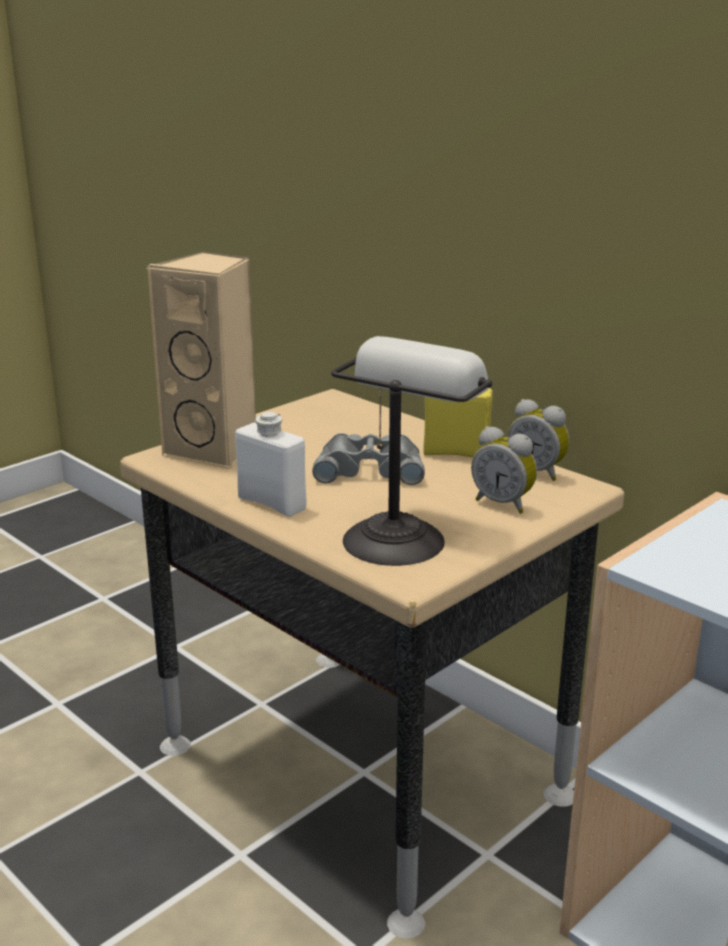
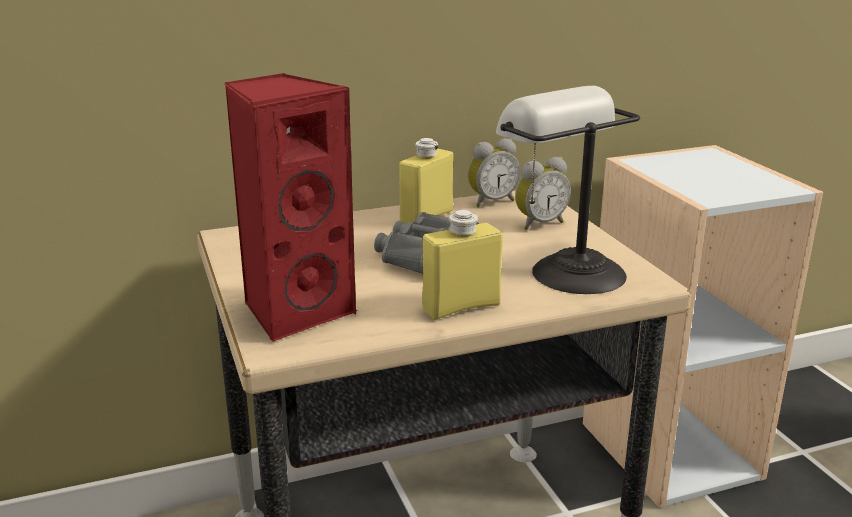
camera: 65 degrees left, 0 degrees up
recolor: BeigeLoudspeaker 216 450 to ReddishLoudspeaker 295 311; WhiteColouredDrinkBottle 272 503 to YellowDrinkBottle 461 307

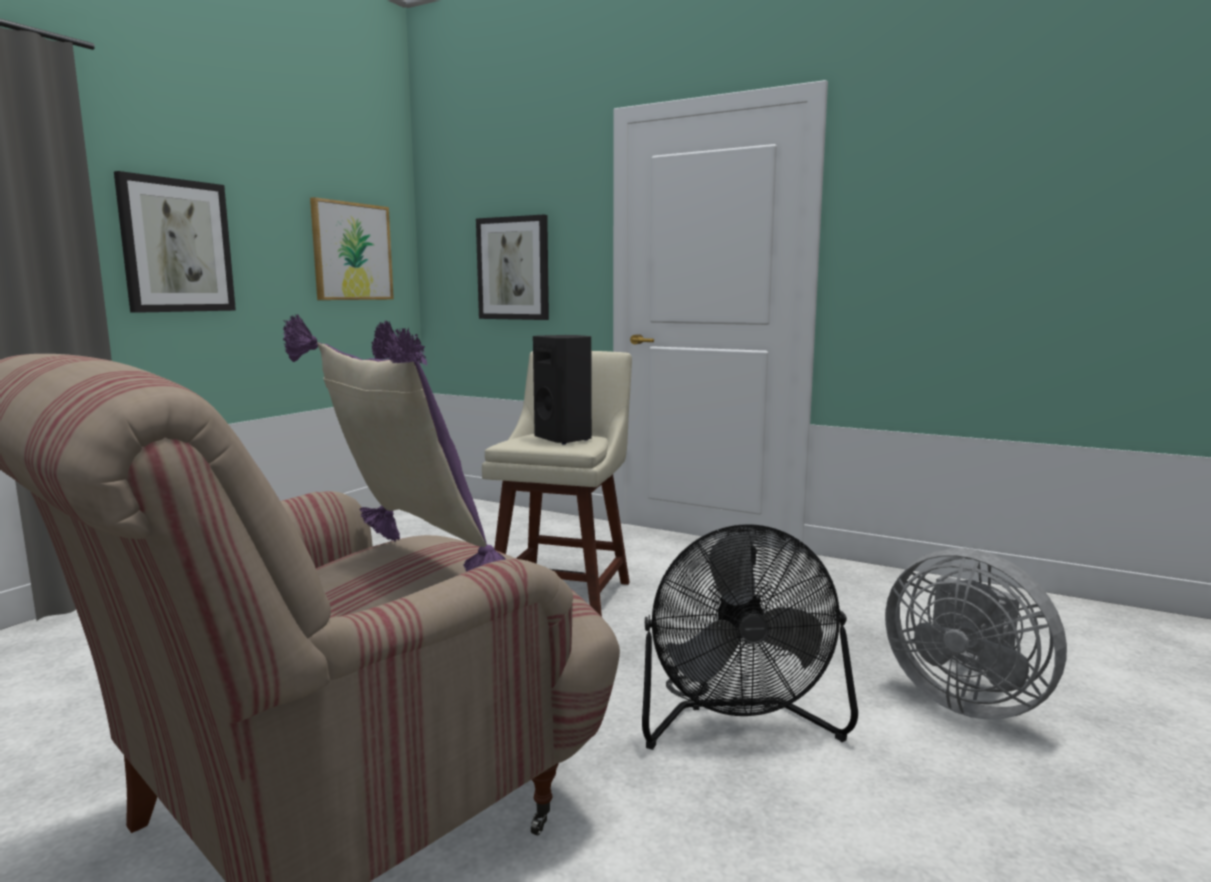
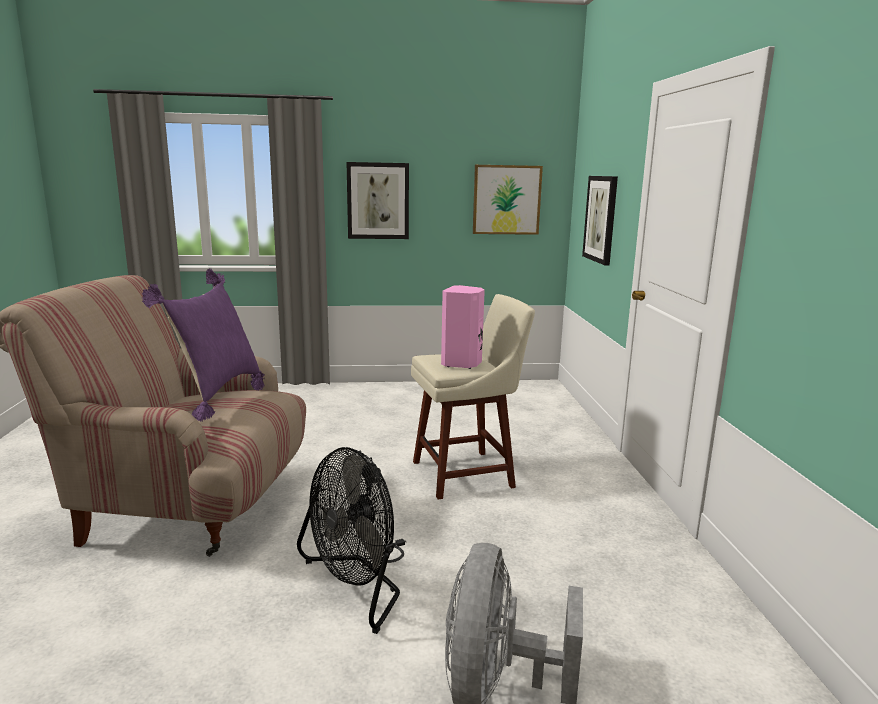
camera: 55 degrees right, 5 degrees up
recolor: BlackLoudspeaker 565 439 to PinkishLoudspeaker 462 364

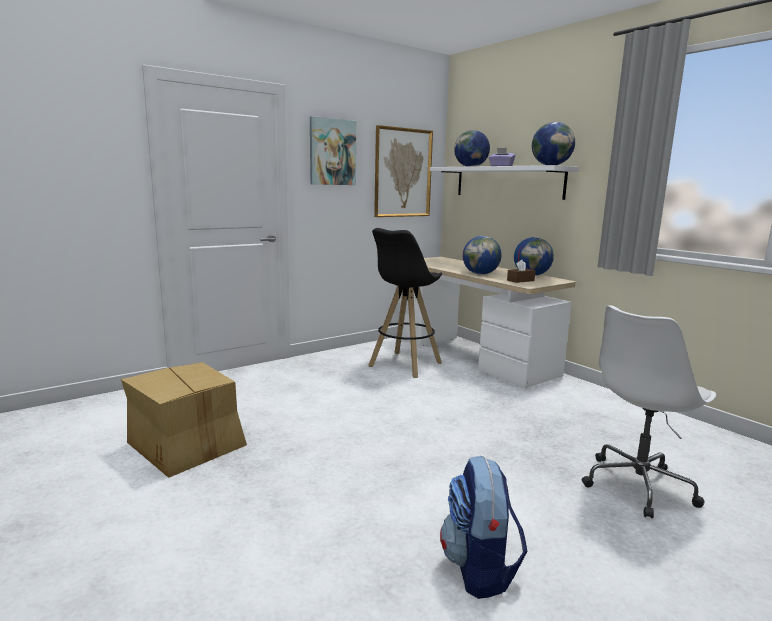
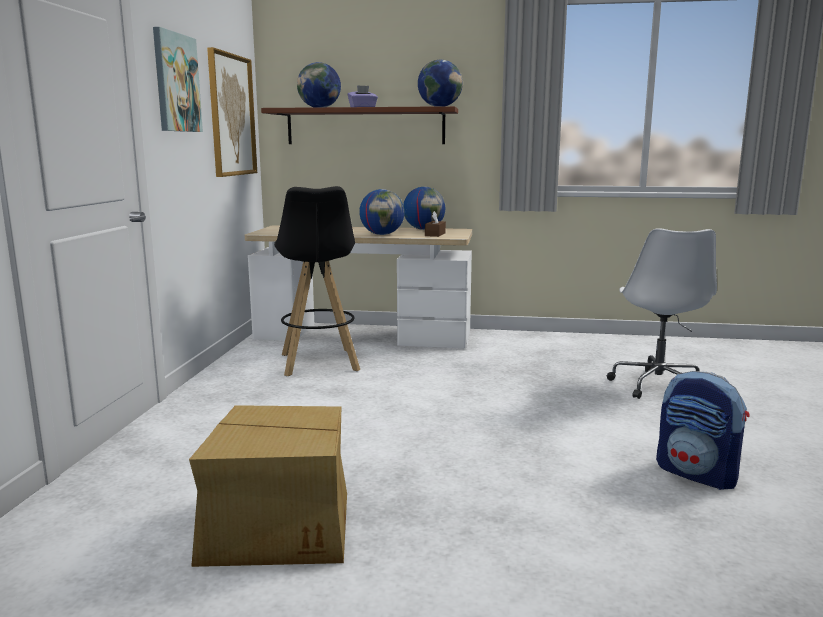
camera: 45 degrees left, 0 degrees up
recolor: WhiteColouredWallShelf 507 182 to BrownWallShelf 365 126

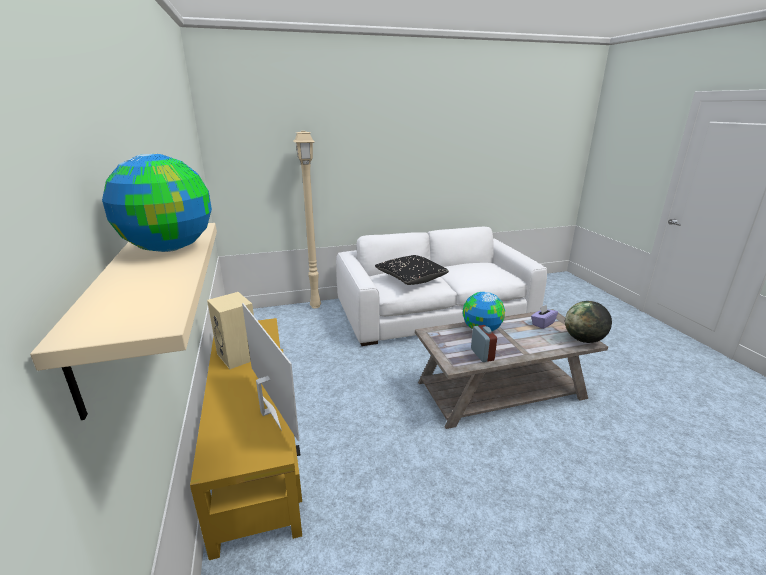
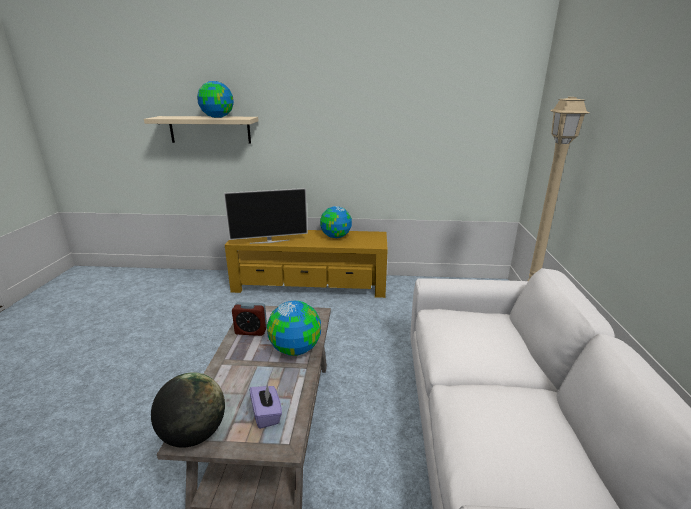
camera: 110 degrees right, 0 degrees up
delete: BlackThrowPillow 411 278
replace: BeigeLoudspeaker 239 356 to WorldGlobe 336 237

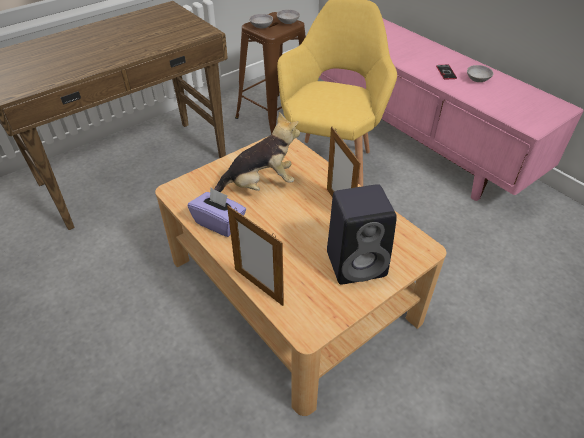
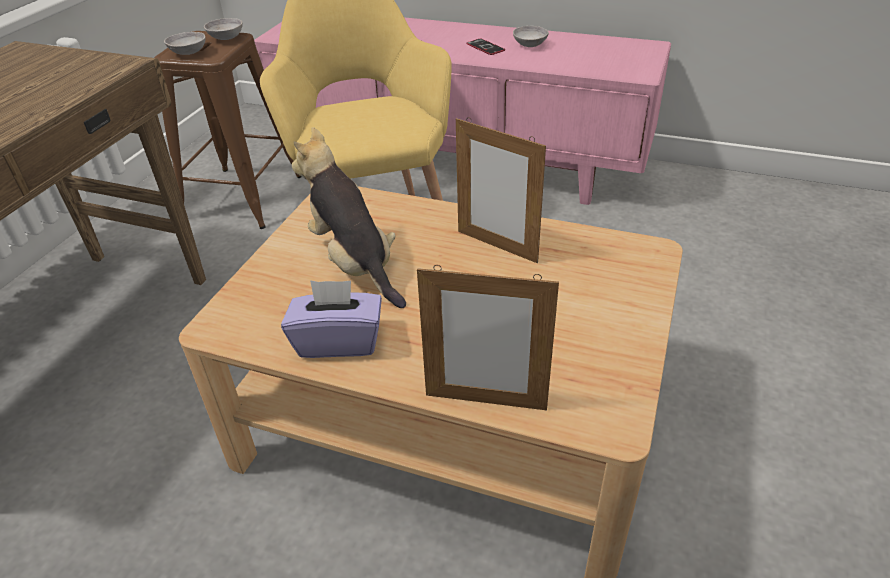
camera: 30 degrees left, 5 degrees down
delete: BlackLoudspeaker 358 263
rotate: PlushToy 260 185 = 355 263 75 degrees counterclockwise

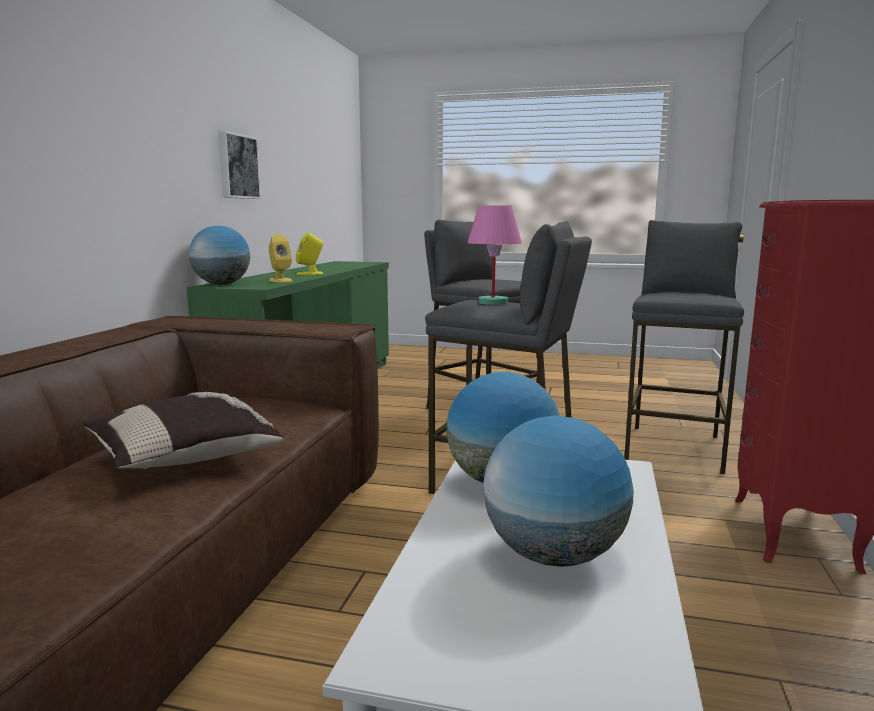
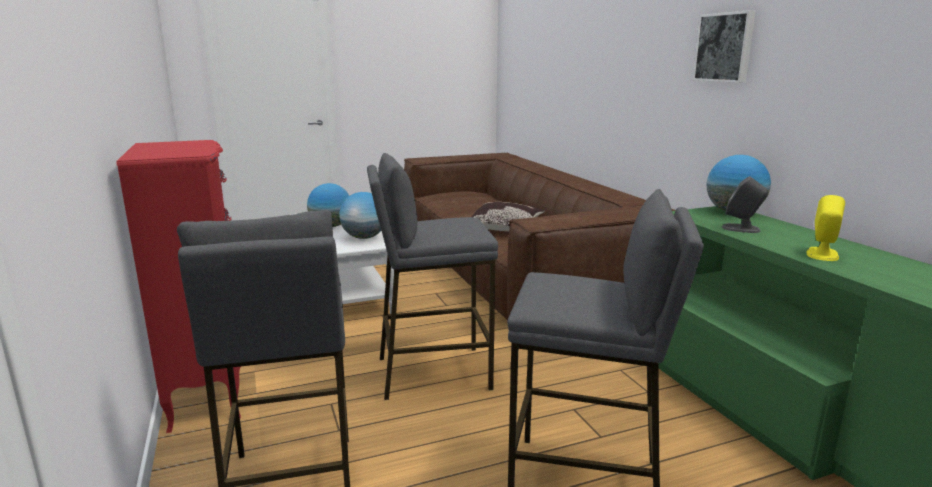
camera: 145 degrees right, 5 degrees up
delete: PinkishTabletopLamp 493 302
move: Picture 237 166 to 725 47
recolor: YellowLoudspeaker 280 280 to GreyishLoudspeaker 741 229

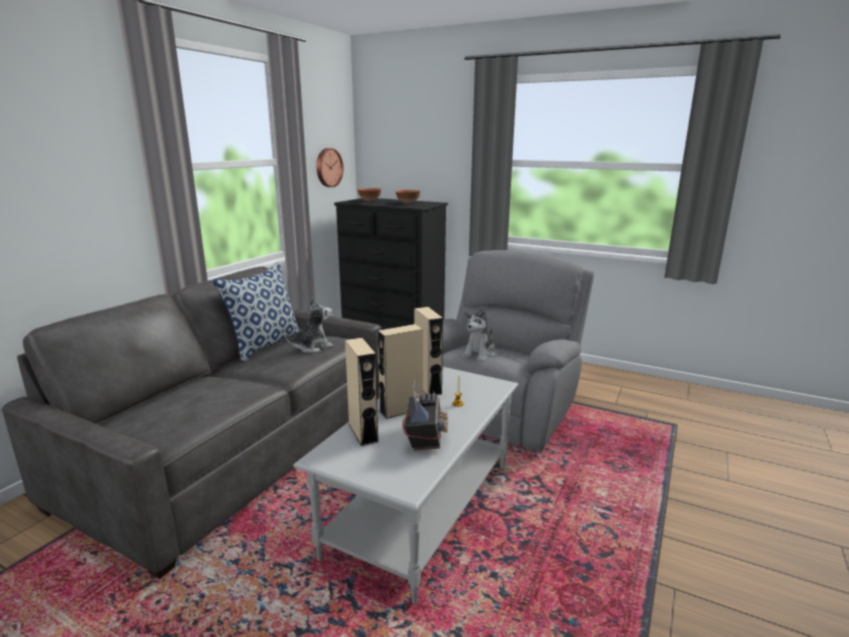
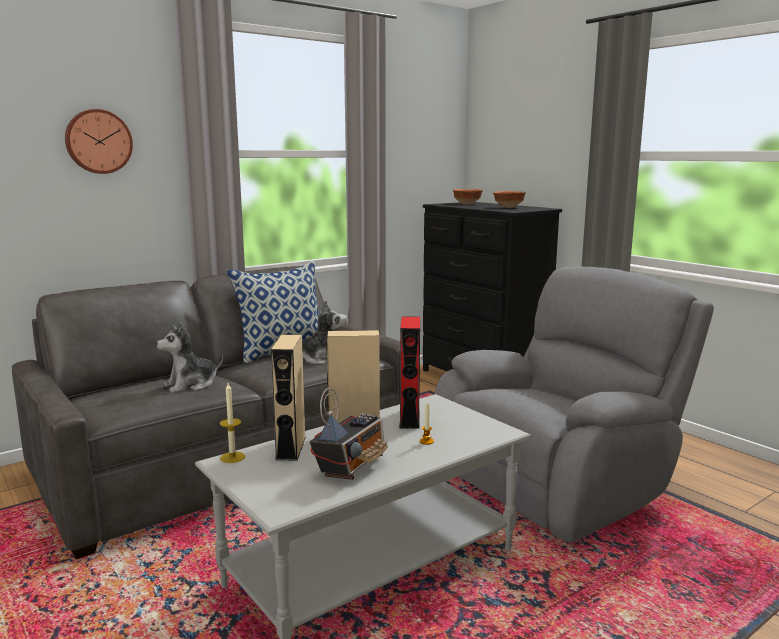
camera: 25 degrees right, 5 degrees down
insert: WaxCandle 232 457
move: WallClock 328 167 to 98 141; PlushToy 480 353 to 191 385
recolor: BeigeLoudspeaker 427 387 to ReddishLoudspeaker 409 419

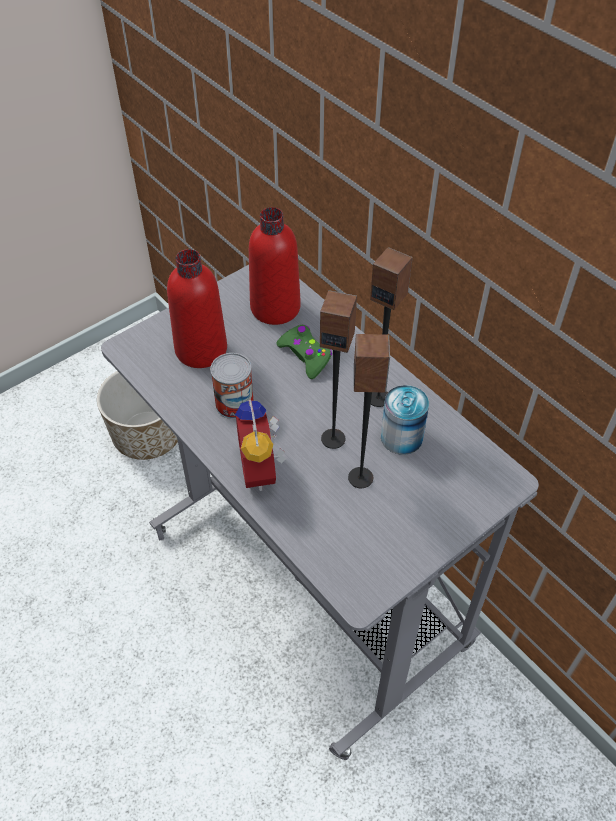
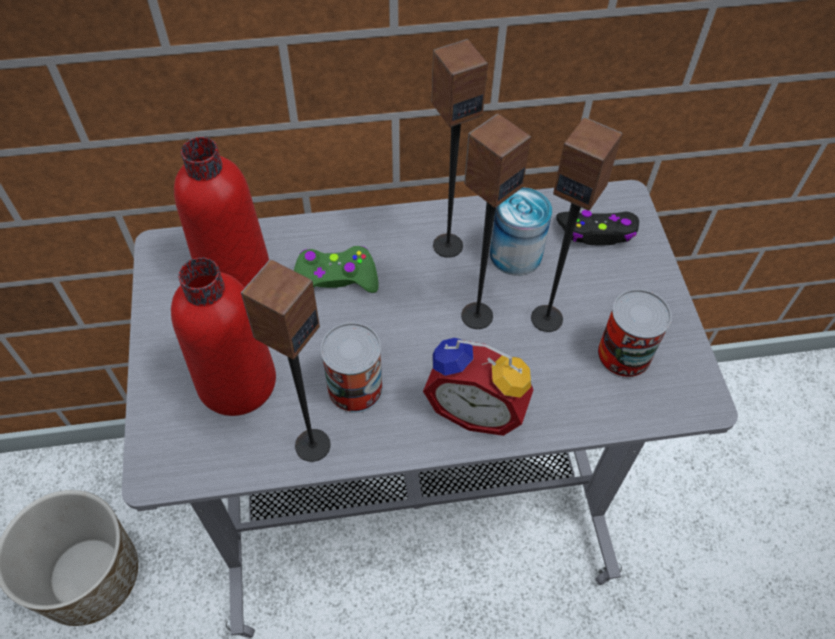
camera: 60 degrees left, 5 degrees up
insert: Loudspeaker 312 445; BlackJoypad 597 232; SealedCan 624 354

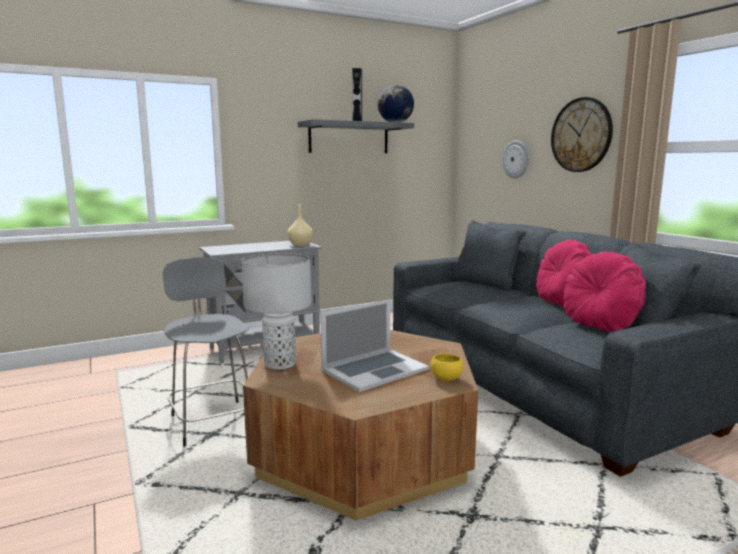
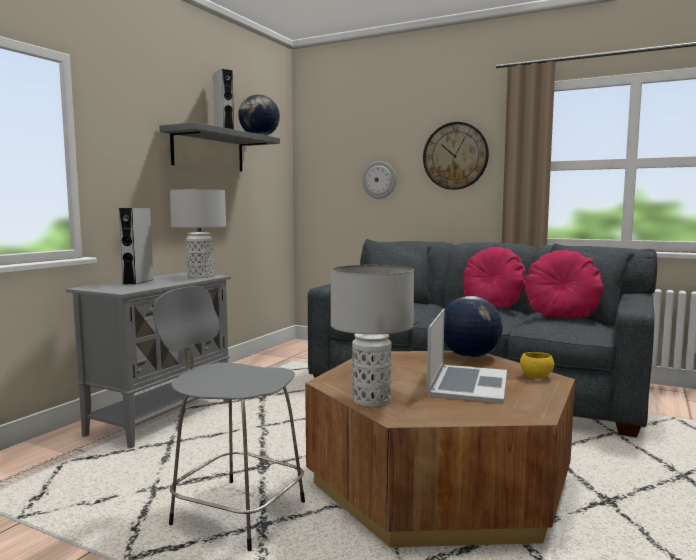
camera: 35 degrees left, 5 degrees down
insert: GreyishLoudspeaker 138 282; WorldGlobe 470 356
replace: BeigeFlowerVase 300 245 to WhiteColouredTabletopLamp 200 276

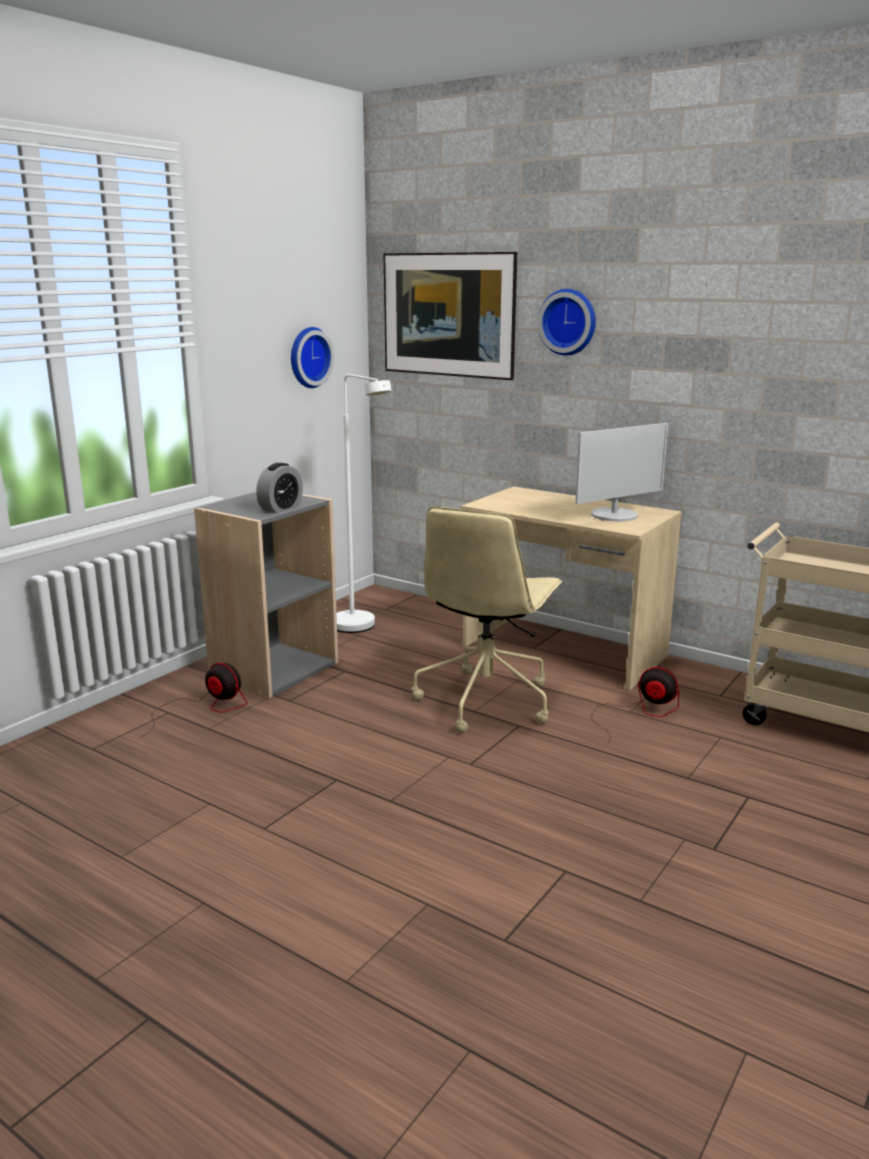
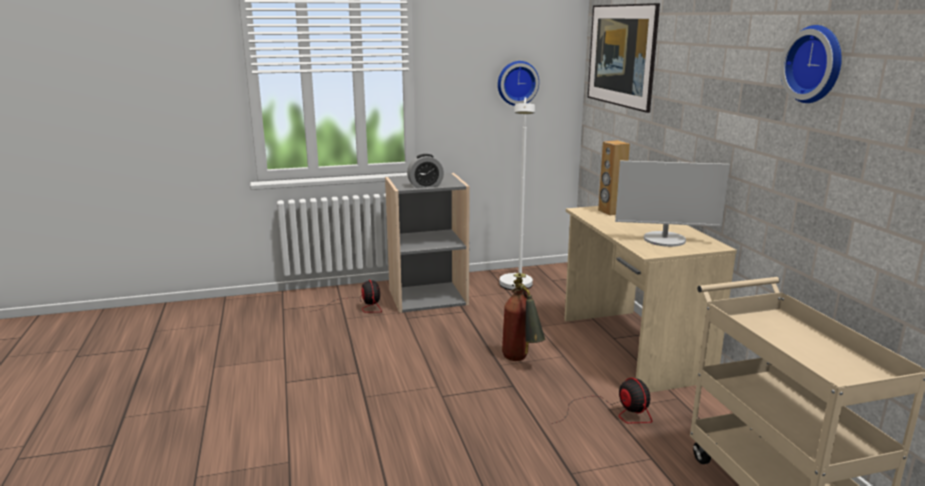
camera: 40 degrees right, 0 degrees up
insert: BrownLoudspeaker 610 212
move: WallClock 568 322 to 816 64
replace: BeigeComputerChair 487 699 to FireFightingCylinder 521 360

